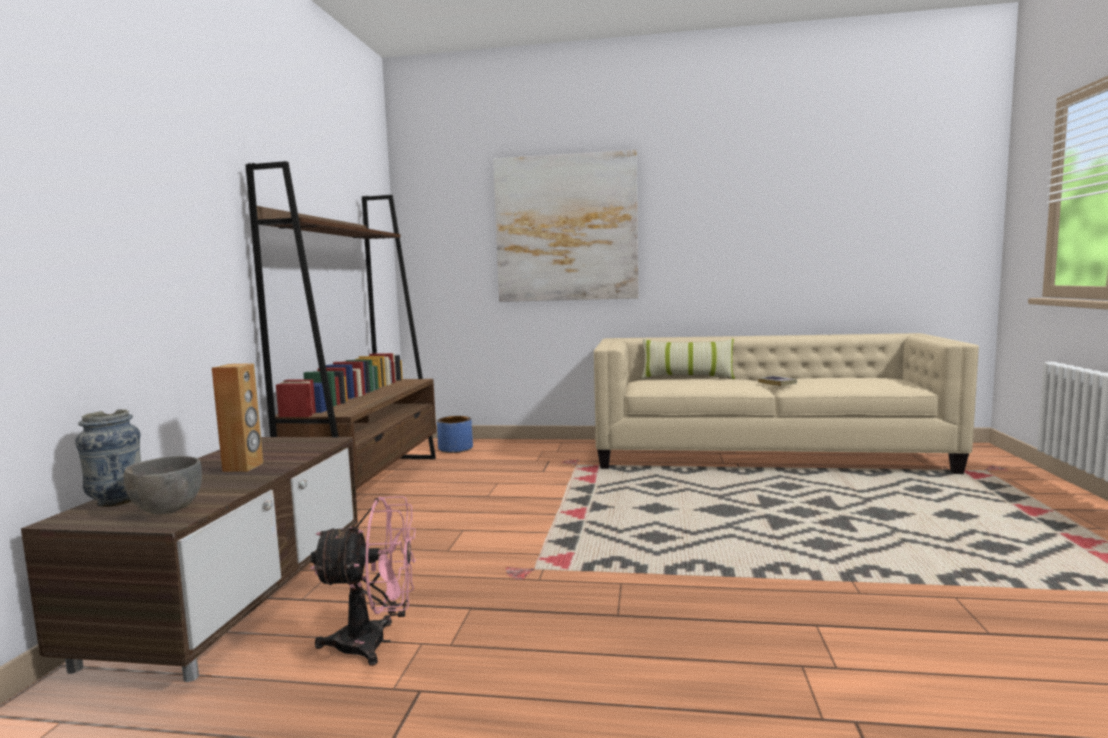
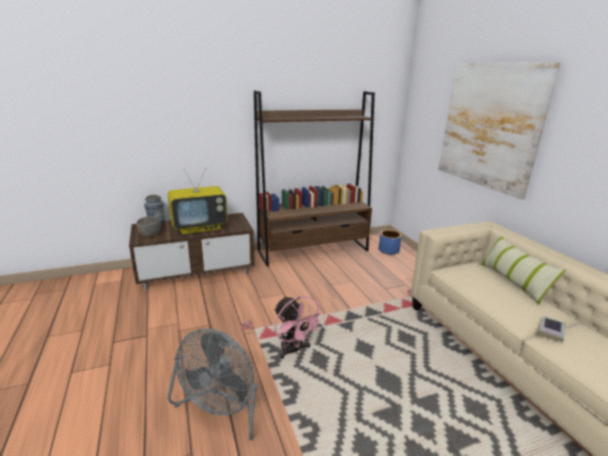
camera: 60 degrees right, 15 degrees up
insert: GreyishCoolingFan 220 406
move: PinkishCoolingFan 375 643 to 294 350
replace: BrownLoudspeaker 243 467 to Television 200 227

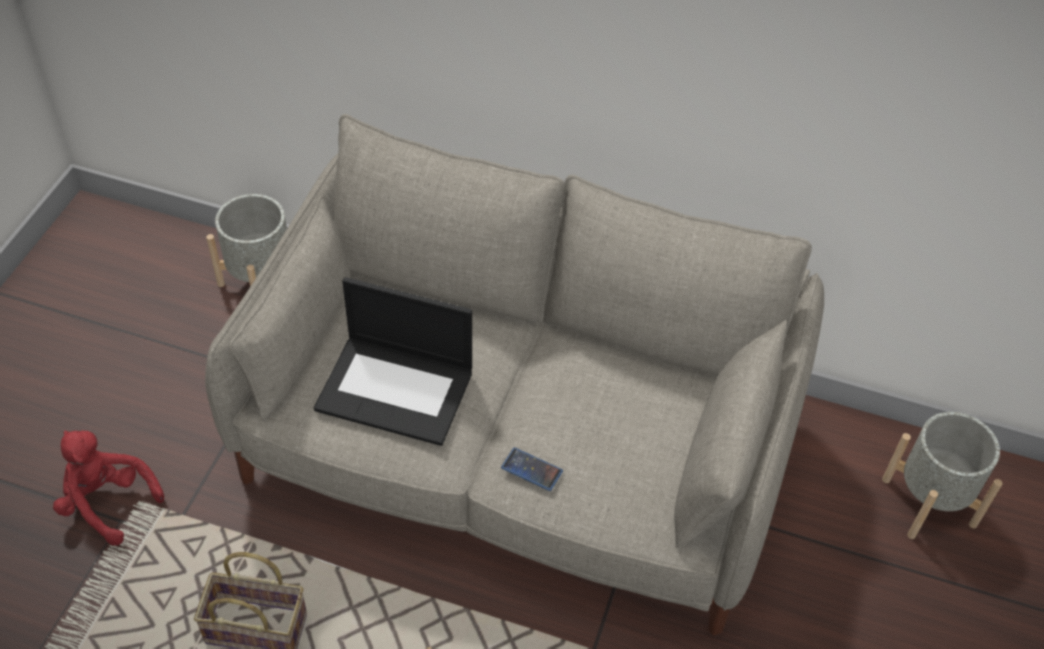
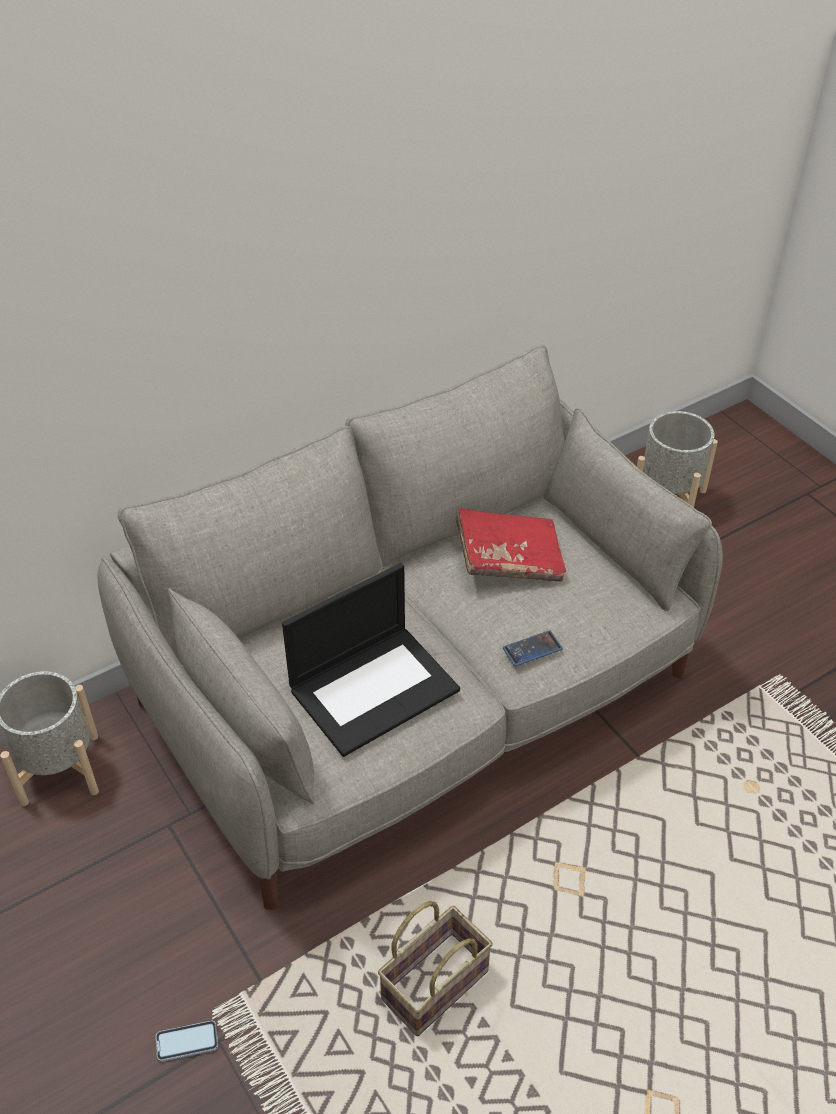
camera: 50 degrees left, 5 degrees down
insert: ReddishBoundBook 509 559
replace: ReddishPlushToy 107 503 to Phone 187 1042

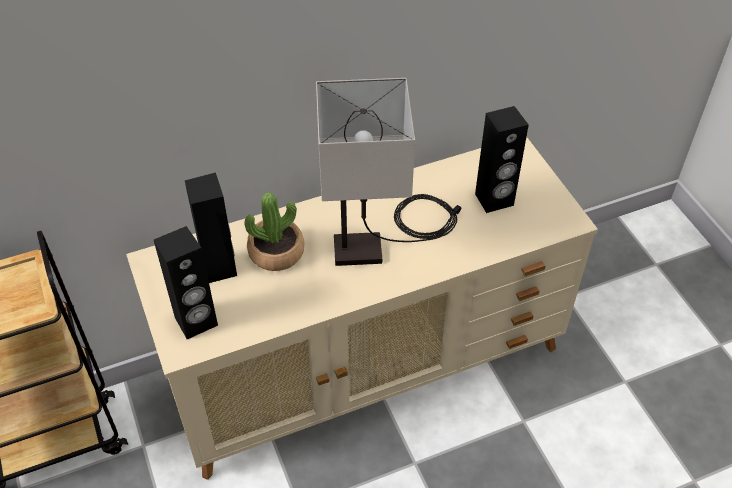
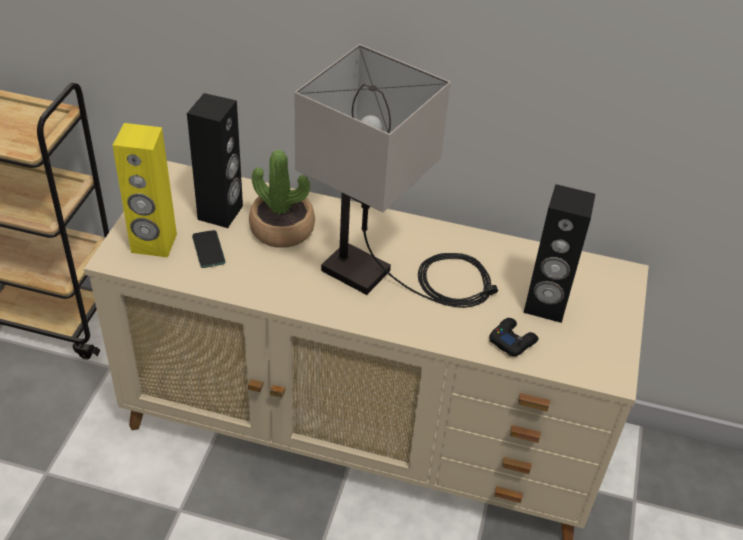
camera: 35 degrees right, 5 degrees down
insert: Phone 208 250; BlackJoypad 512 340
recolor: BlackLoudspeaker 196 322 to YellowLoudspeaker 154 244

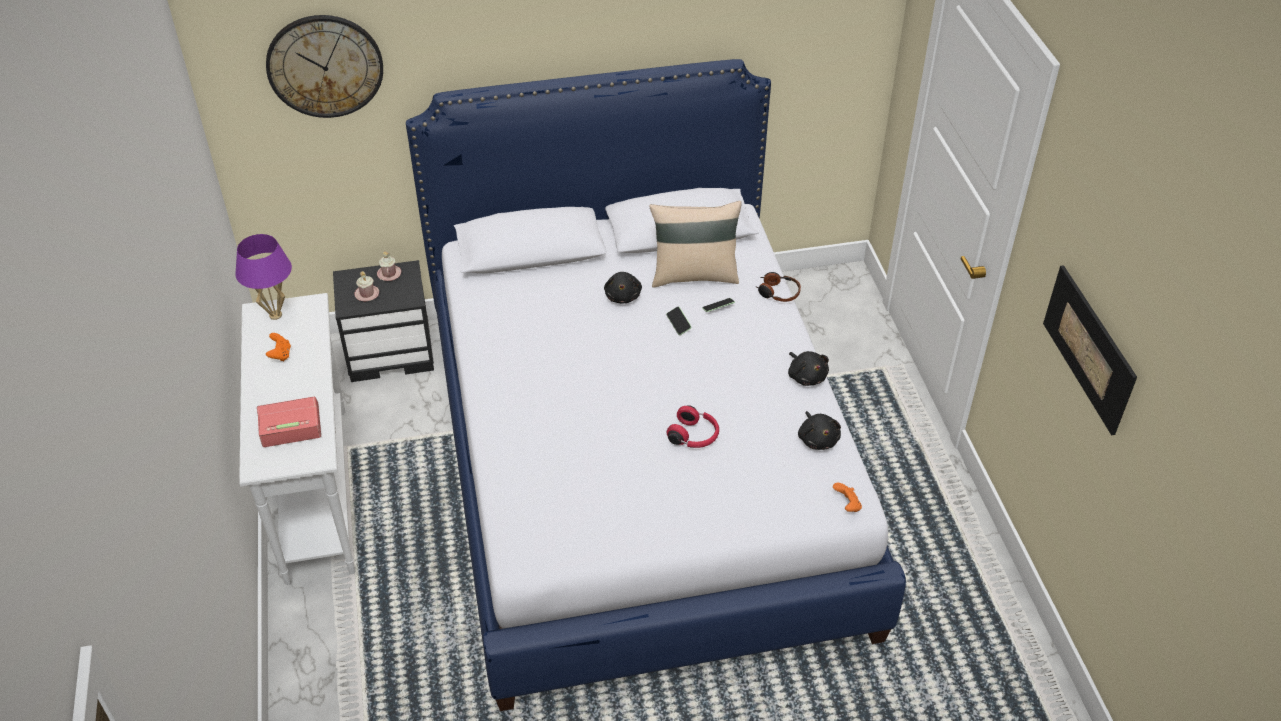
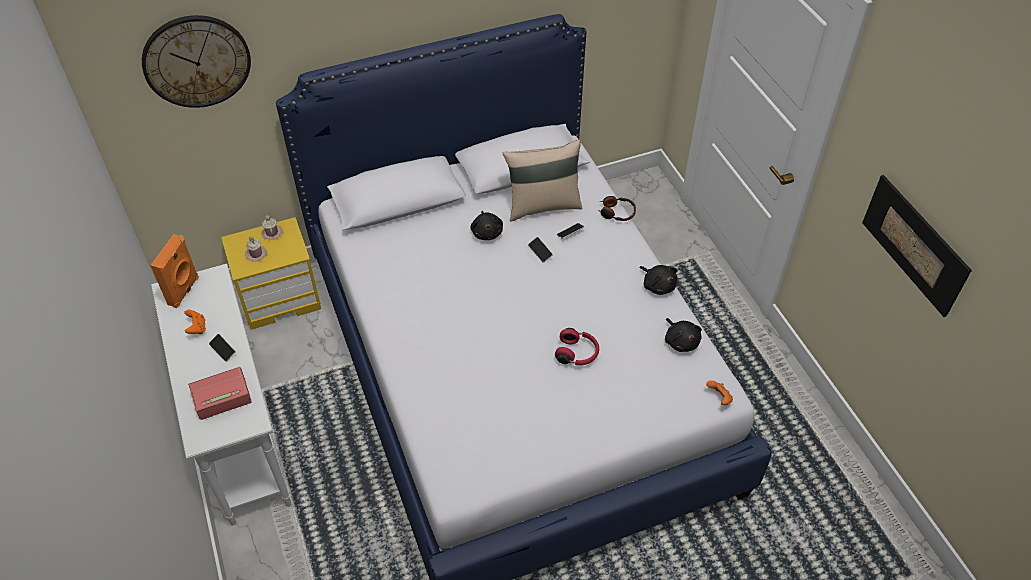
camera: 10 degrees left, 5 degrees up
insert: Phone 223 350
replace: PurplishTabletopLamp 276 315 to OrangeLoudspeaker 184 291
recolor: BlackNightstand 391 352 to YellowNightstand 280 297

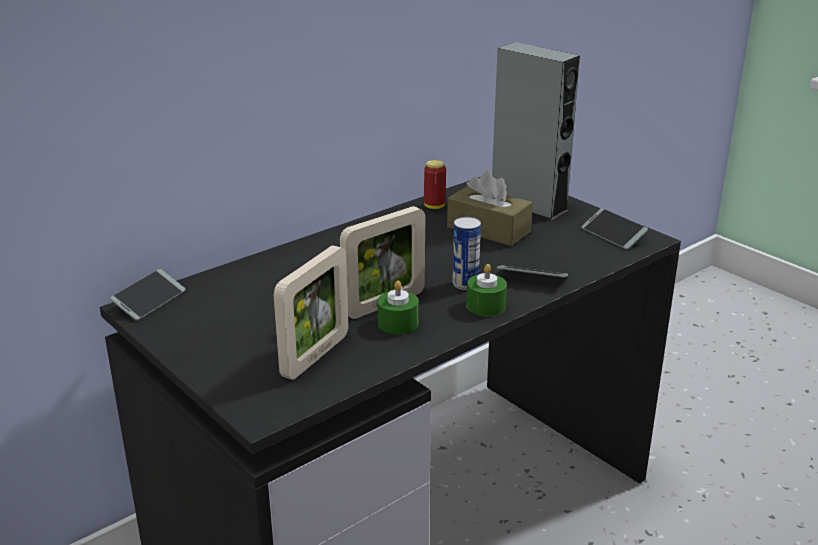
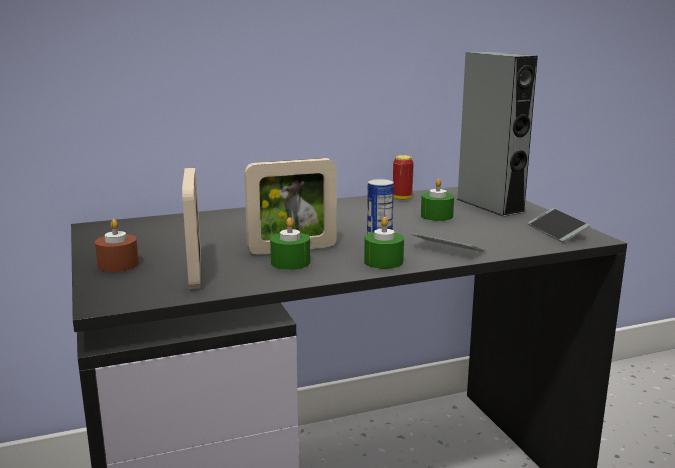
camera: 20 degrees right, 10 degrees down
delete: Phone 149 301
insert: BrownWaxCandle 118 264
replace: BrownTissueBox 488 229 to GreenishWaxCandle 436 216
rotate: StandingFrame 315 356 = 195 273 120 degrees clockwise

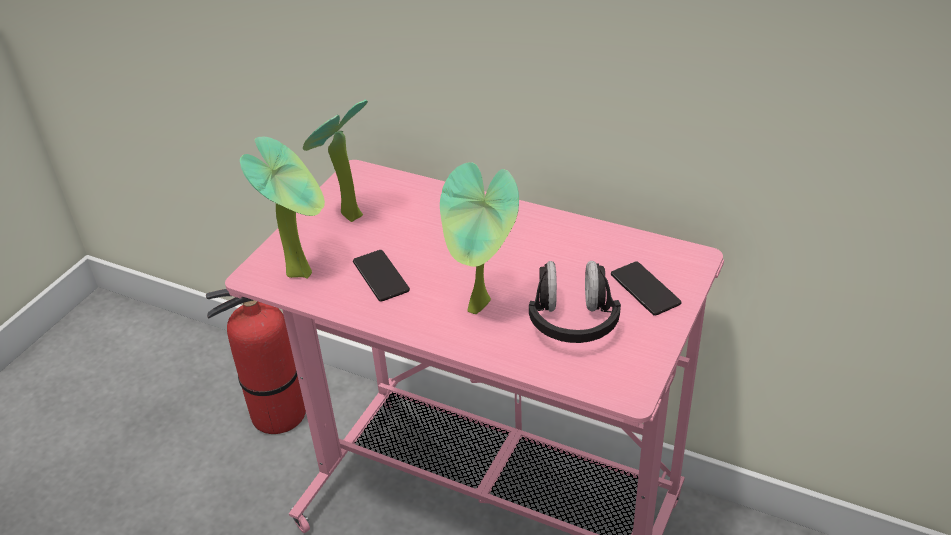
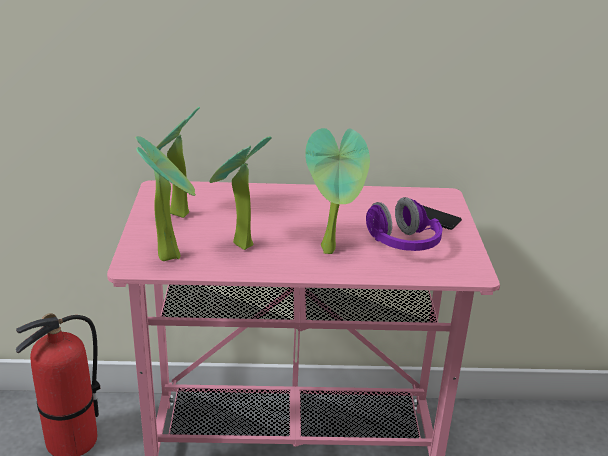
camera: 30 degrees left, 10 degrees down
replace: Phone 381 276 to Houseplant 238 246
recolor: BlackHeadphones 573 321 to PurplishHeadphones 402 244

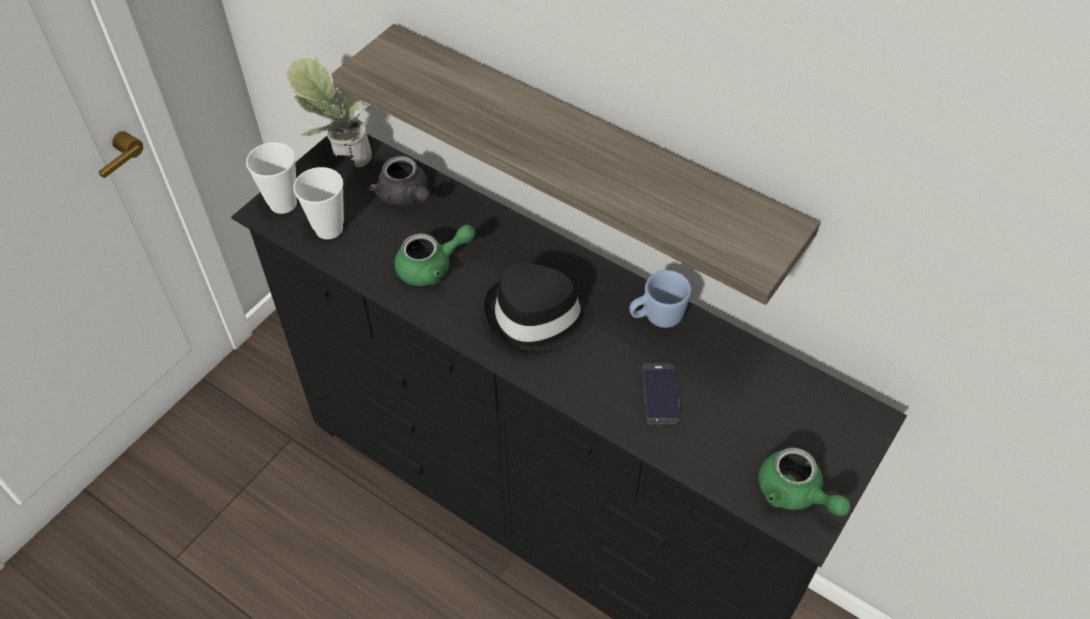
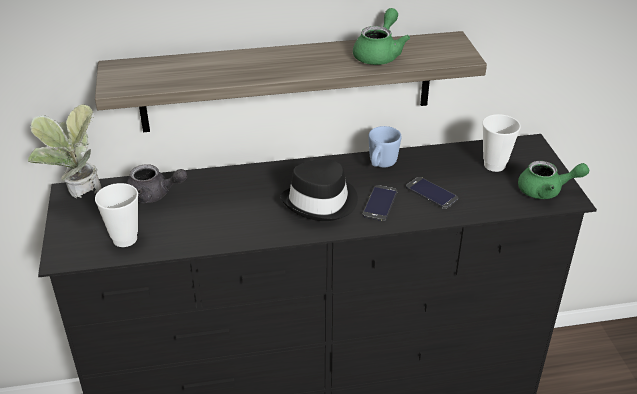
camera: 45 degrees left, 15 degrees down
insert: Phone 380 203
move: DrinkingCup 283 203 to 494 165; GreenishPotForTea 432 267 to 379 54

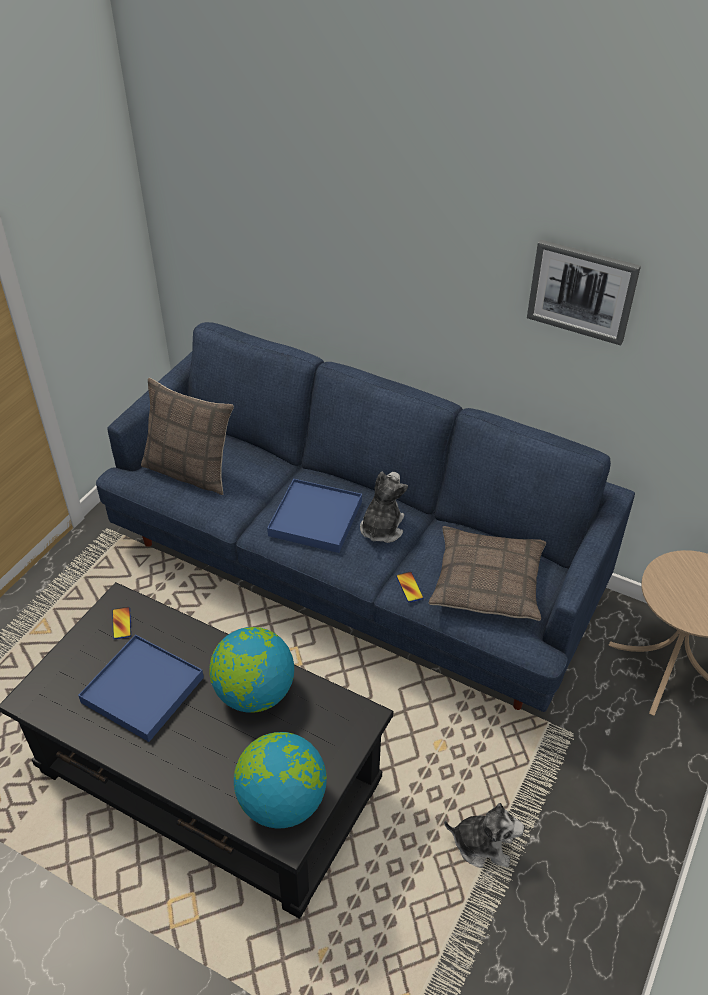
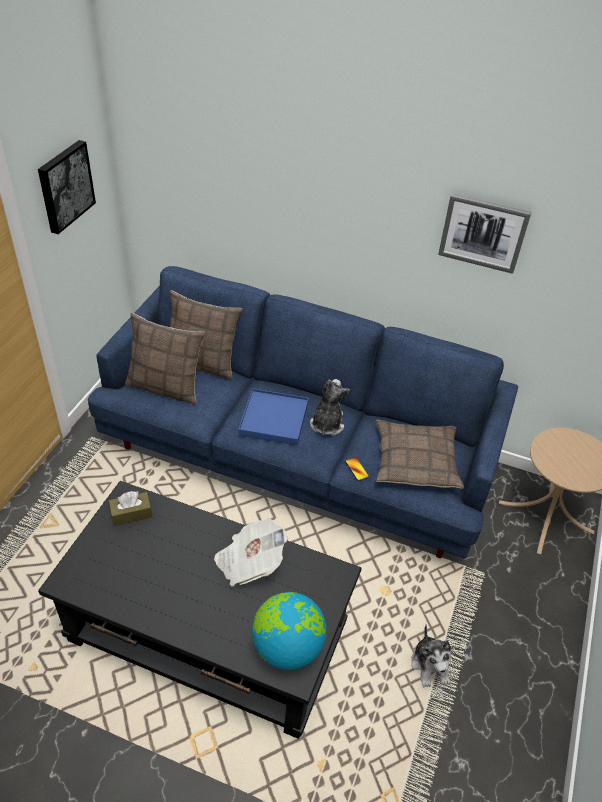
camera: 10 degrees left, 0 degrees up
delete: BlueCarryingTray 143 690
insert: Picture 64 186; ThrowPillow 202 362
replace: Phone 121 623 to BrownTissueBox 131 514; WorldGlobe 254 693 to DailyPaper 249 562
rotate: PlushToy 483 844 = 430 665 75 degrees clockwise

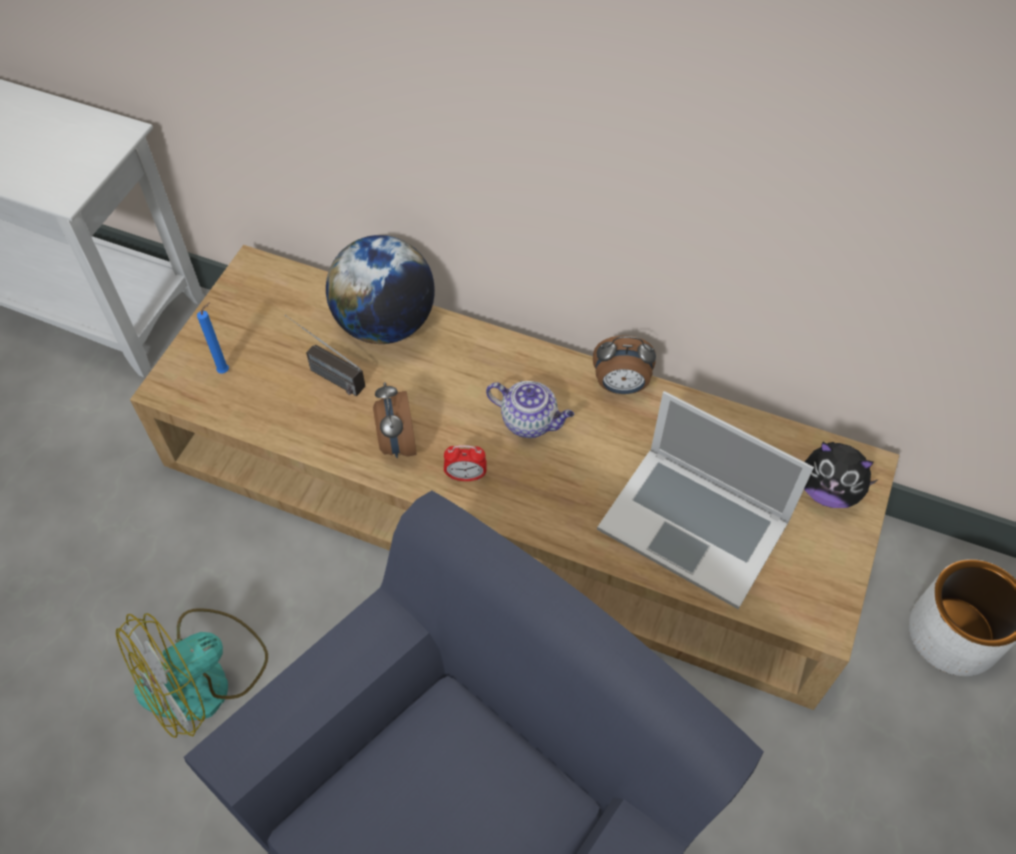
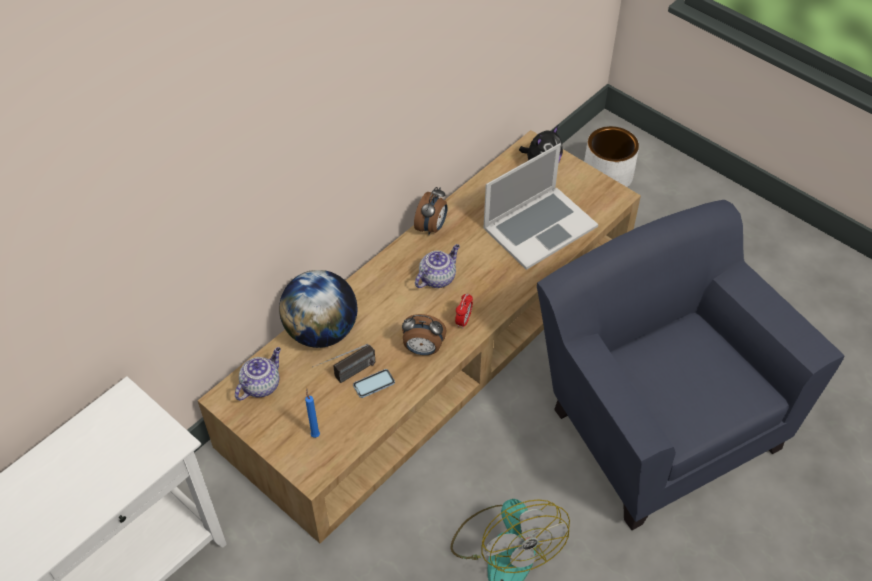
camera: 70 degrees left, 5 degrees down
insert: PotForTea 261 385; Phone 374 384

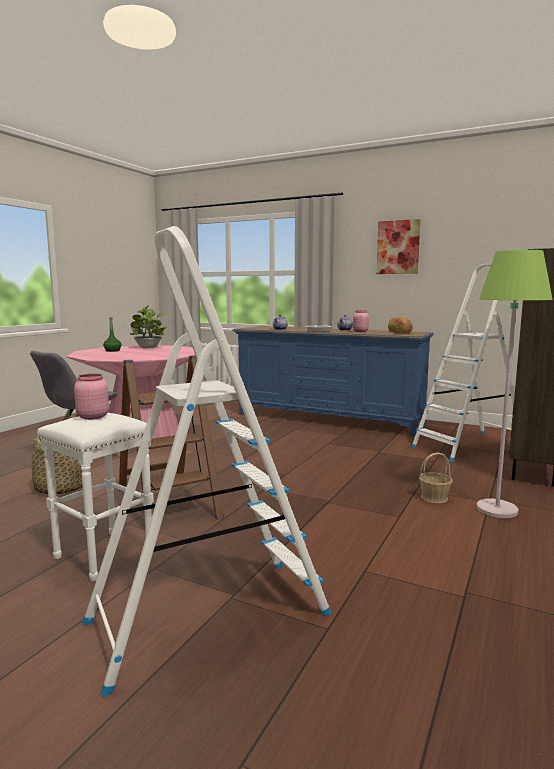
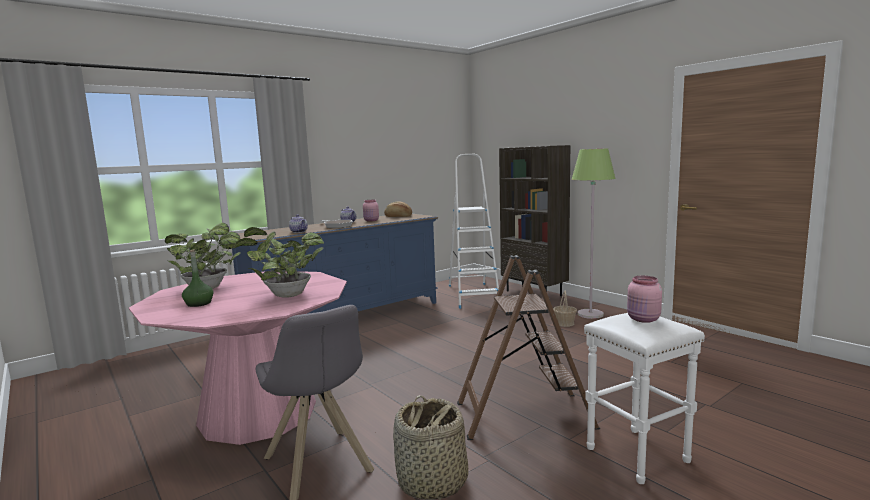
camera: 65 degrees left, 0 degrees up
delete: WhiteColouredStepLadder 210 617; Picture 398 247
insert: Houseplant 285 295

